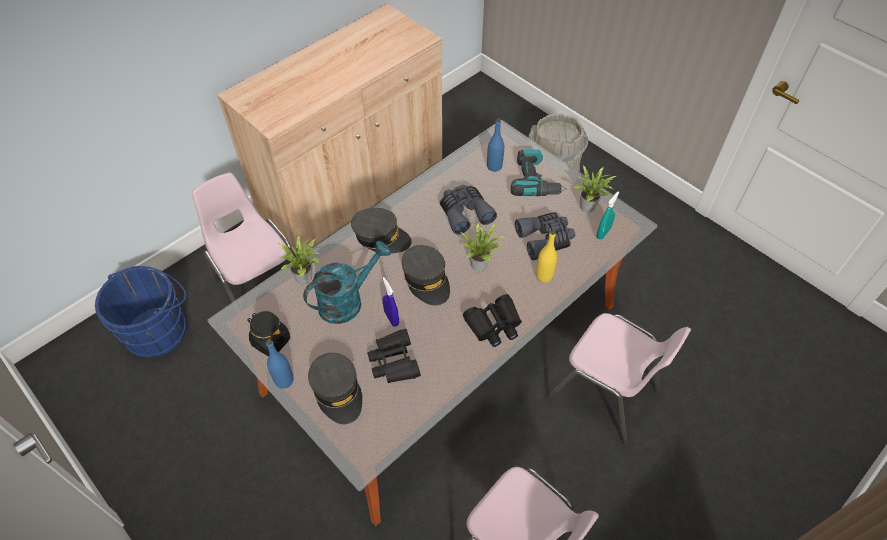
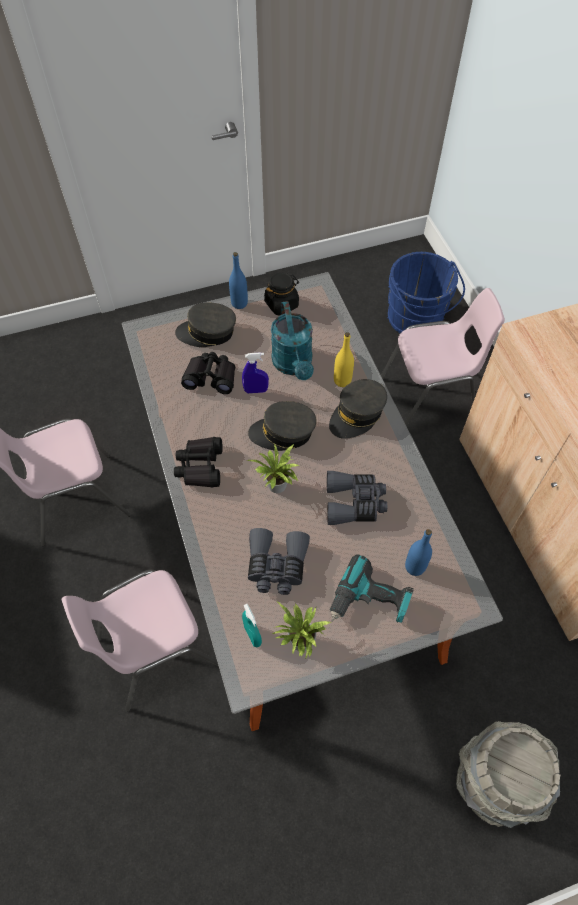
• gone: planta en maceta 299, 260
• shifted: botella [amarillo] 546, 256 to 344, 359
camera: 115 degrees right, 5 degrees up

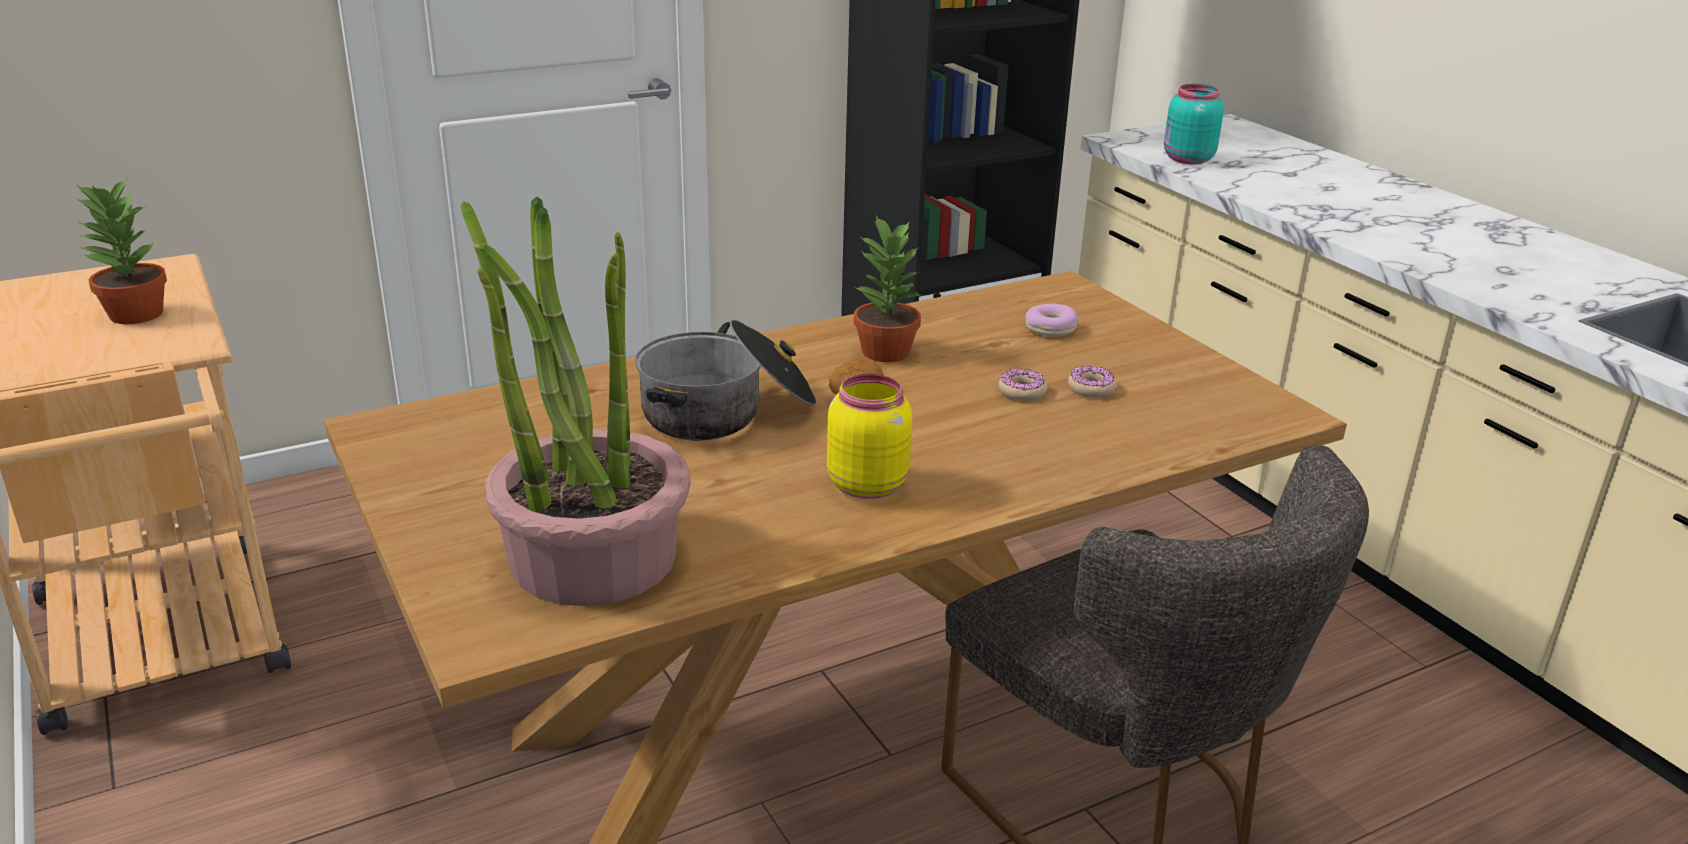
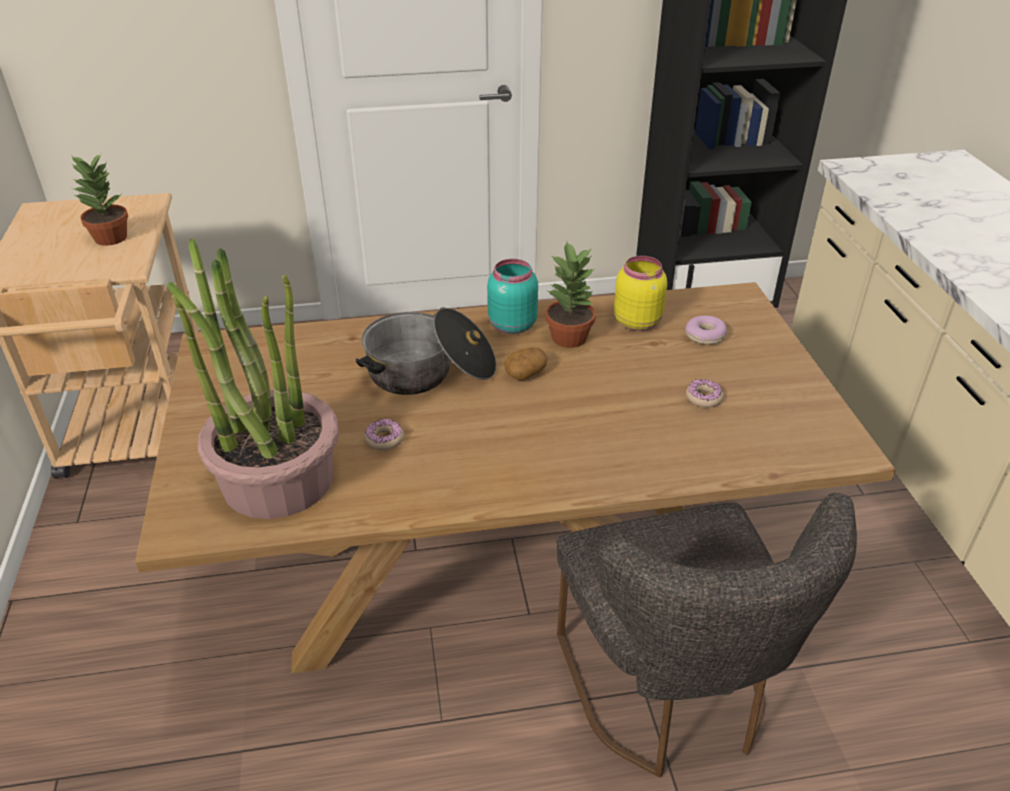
• shifted: tarro [amarillo] 869, 436 to 640, 293
• shifted: rosquilla 1022, 384 to 384, 434
• shifted: tarro [turquesa] 1194, 124 to 512, 296
camera: 20 degrees right, 10 degrees up

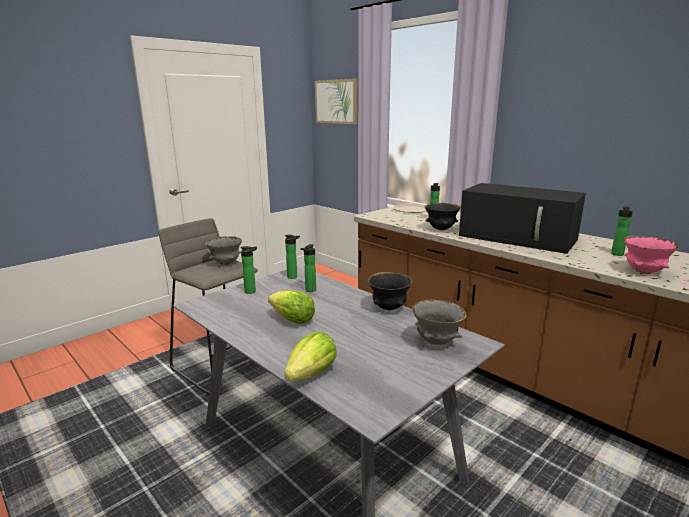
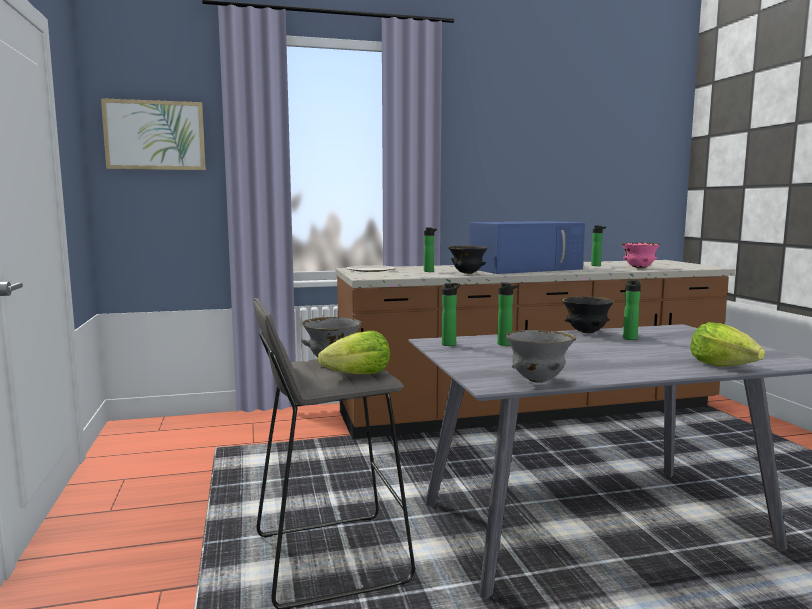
• shifted: botella 248, 270 to 632, 310
• shifted: lechuga 291, 307 to 354, 352
• shifted: cuenco [gris] 439, 322 to 540, 356
• repainted: microondas [negro] 522, 218 to microondas [azul] 527, 247
camera: 60 degrees left, 10 degrees down

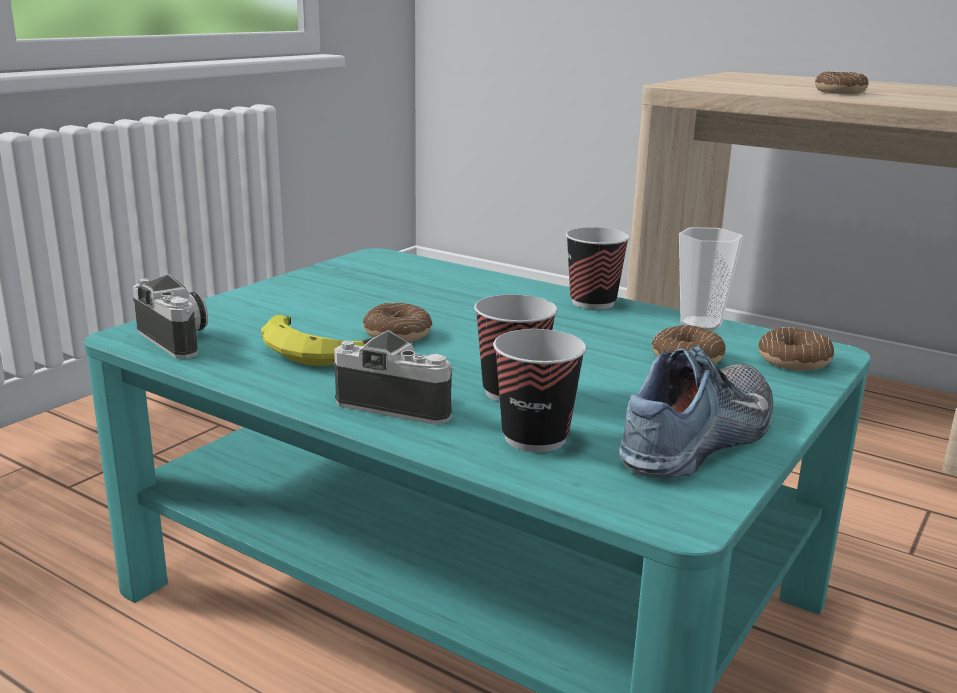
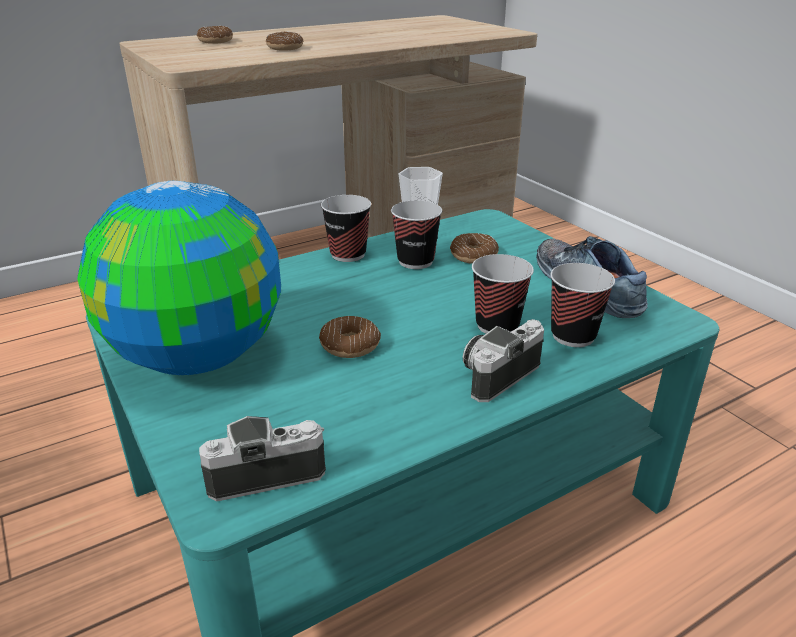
• gone: plátano 317, 340
• shifted: rosquilla 796, 349 to 215, 35
• new: globo terráqueo 179, 278
• new: taza 416, 234
camera: 65 degrees left, 10 degrees up

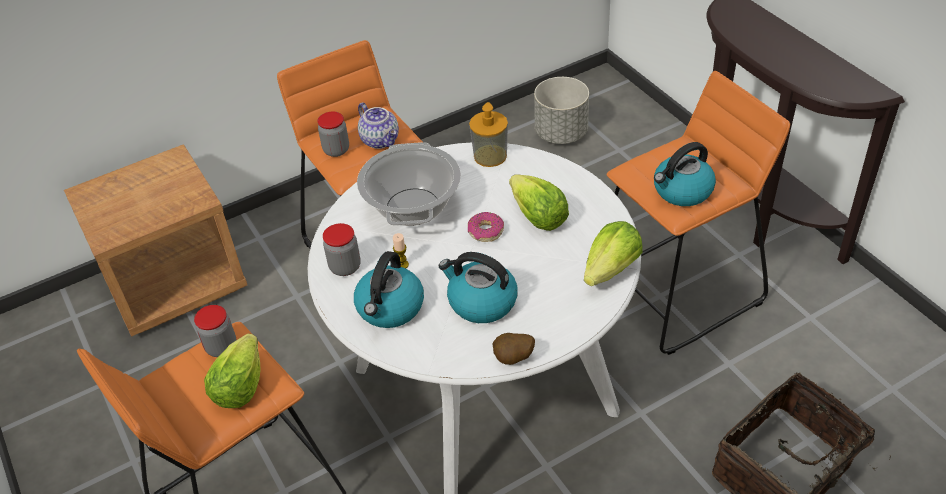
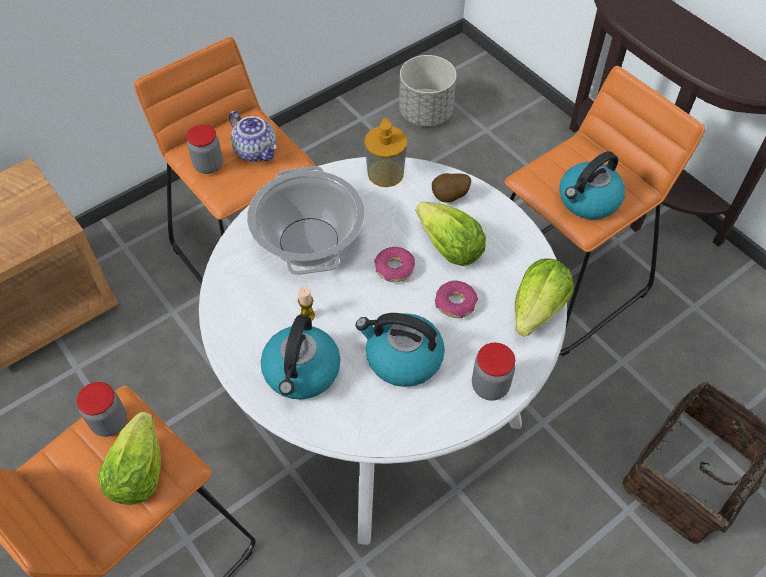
• shifted: tarro 342, 249 to 493, 372
• shifted: patata 513, 349 to 451, 188
• new: rosquilla 456, 299
camera: 10 degrees left, 10 degrees up

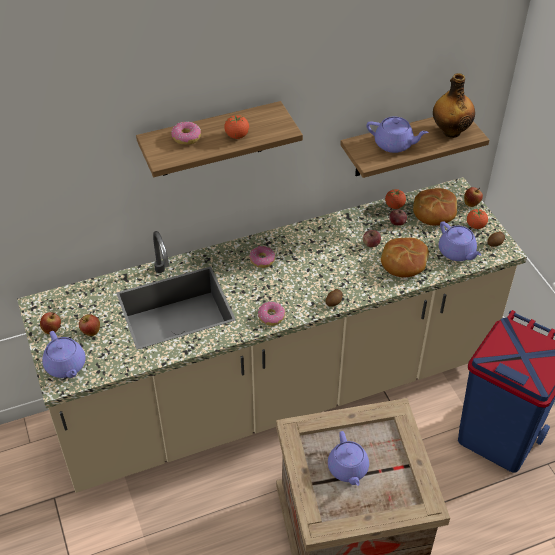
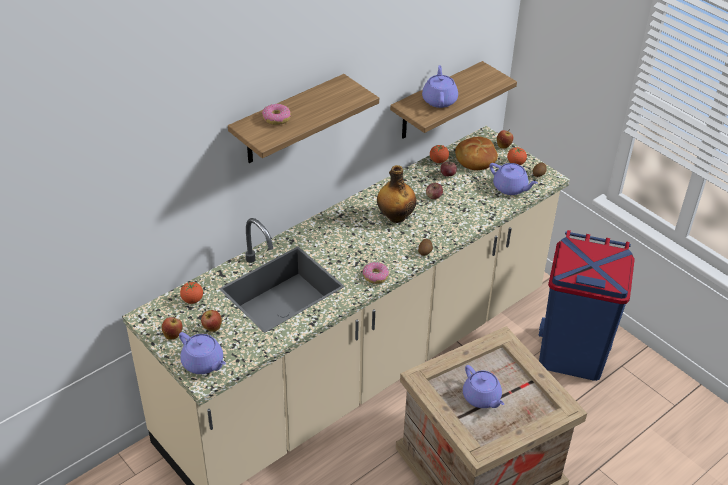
• shifted: tomate 236, 127 to 191, 293
• gone: rosquilla 262, 257
• rotated: tetera [morado] 397, 135 = 440, 86 90 degrees counterclockwise
• gone: pan 405, 257
• shifted: botella 454, 105 to 396, 194
camera: 20 degrees left, 5 degrees down

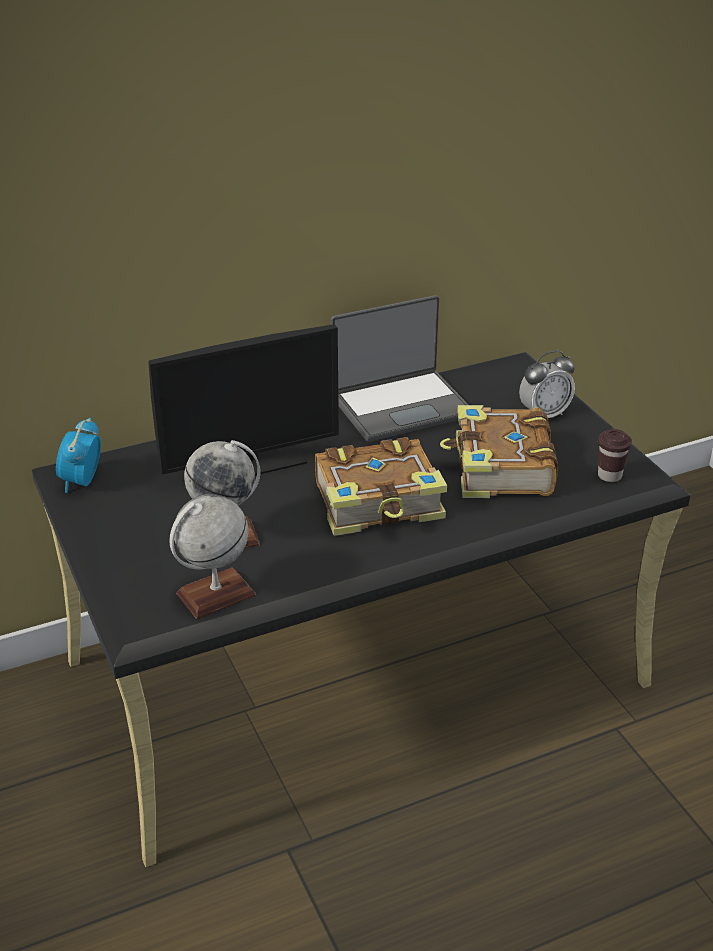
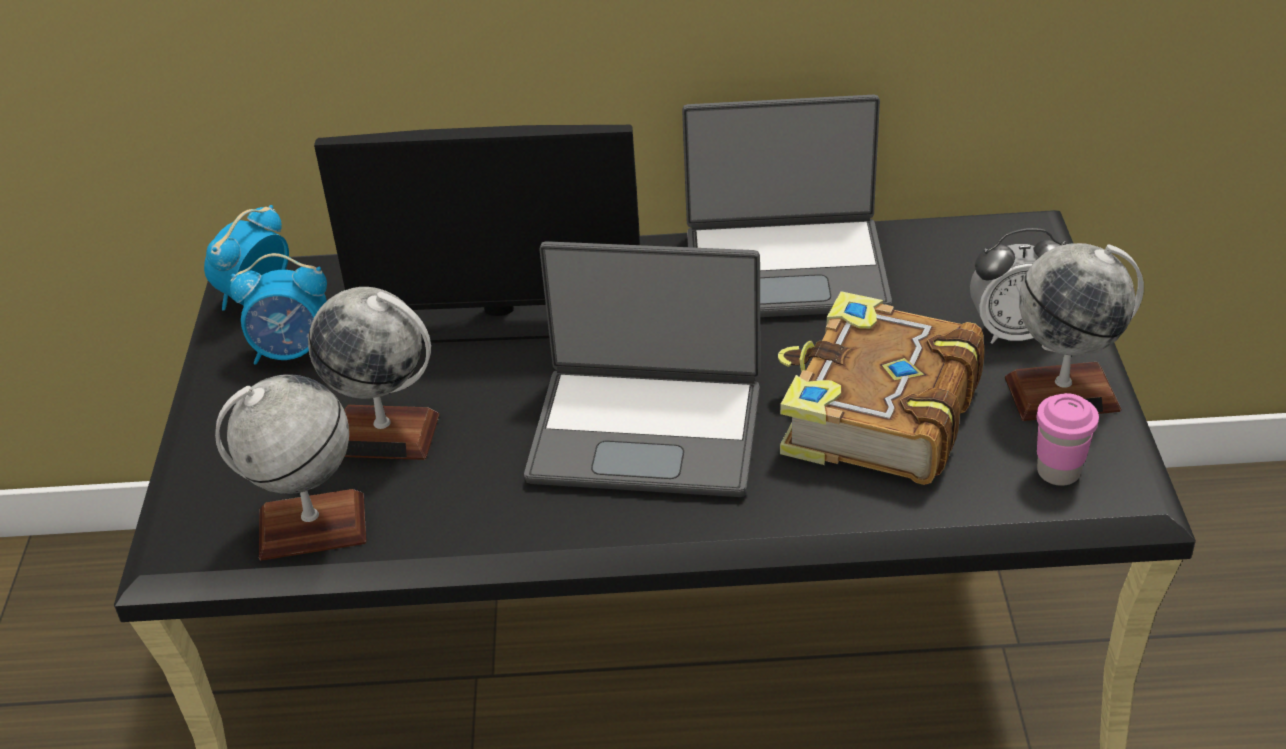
• swapped: libro 381, 486 to portátil 642, 369
• repainted: taza [marrón] 615, 455 to taza [rosa] 1068, 439
• new: despertador 278, 309
• new: globo terráqueo 1074, 332
camera: 25 degrees right, 5 degrees up

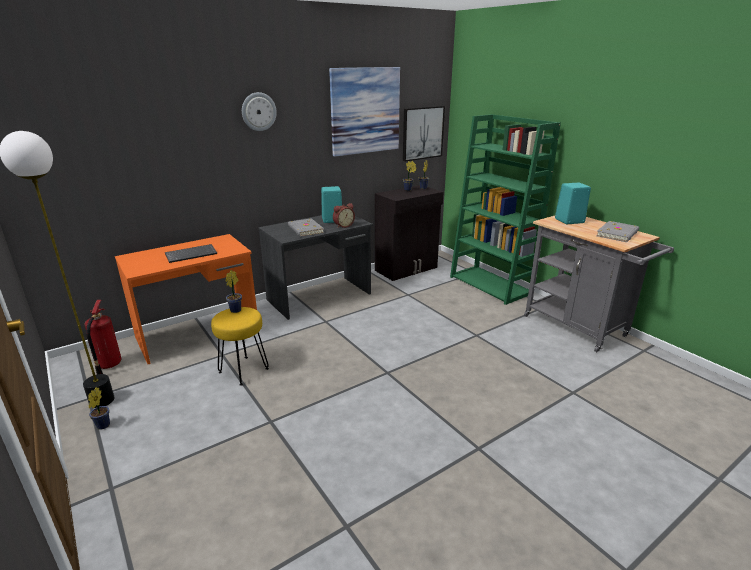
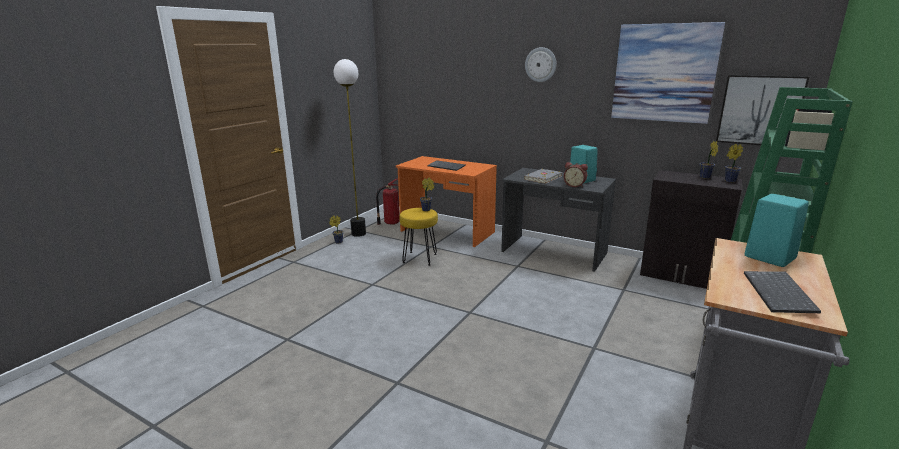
• swapped: libro [gris] 617, 231 to teclado 782, 292
camera: 65 degrees right, 5 degrees down

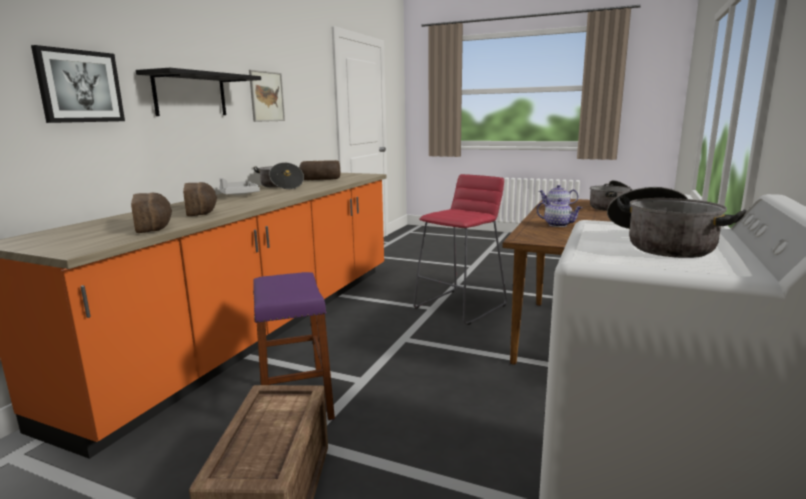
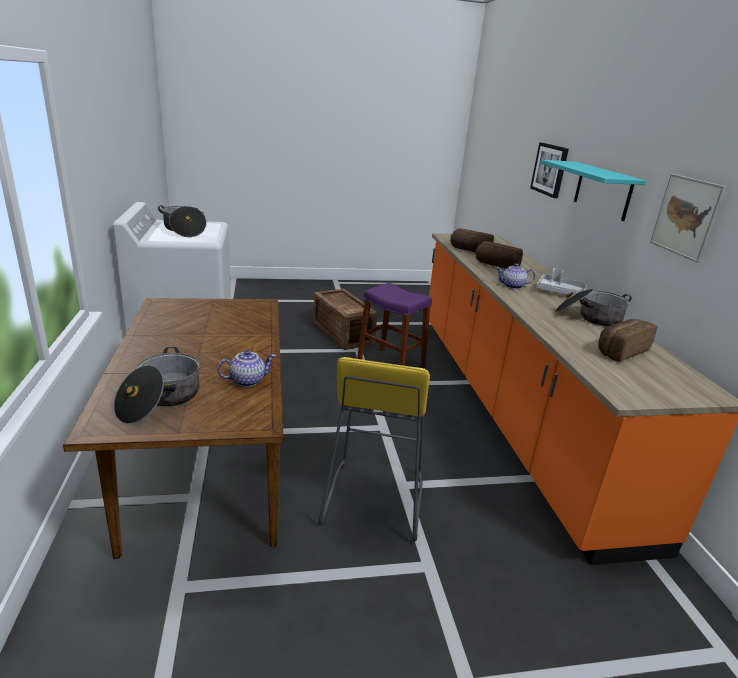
• repainted: estante [negro] 198, 92 to estante [turquesa] 593, 190
• repainted: taburete [rojo] 460, 249 to taburete [amarillo] 374, 449
• shifted: tetera 560, 212 to 515, 276
camera: 145 degrees right, 10 degrees up

